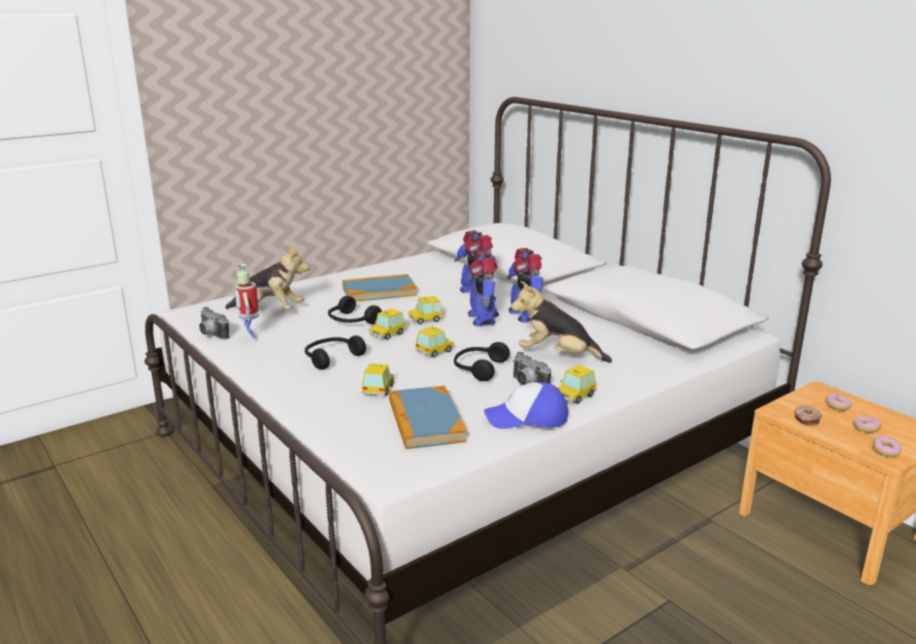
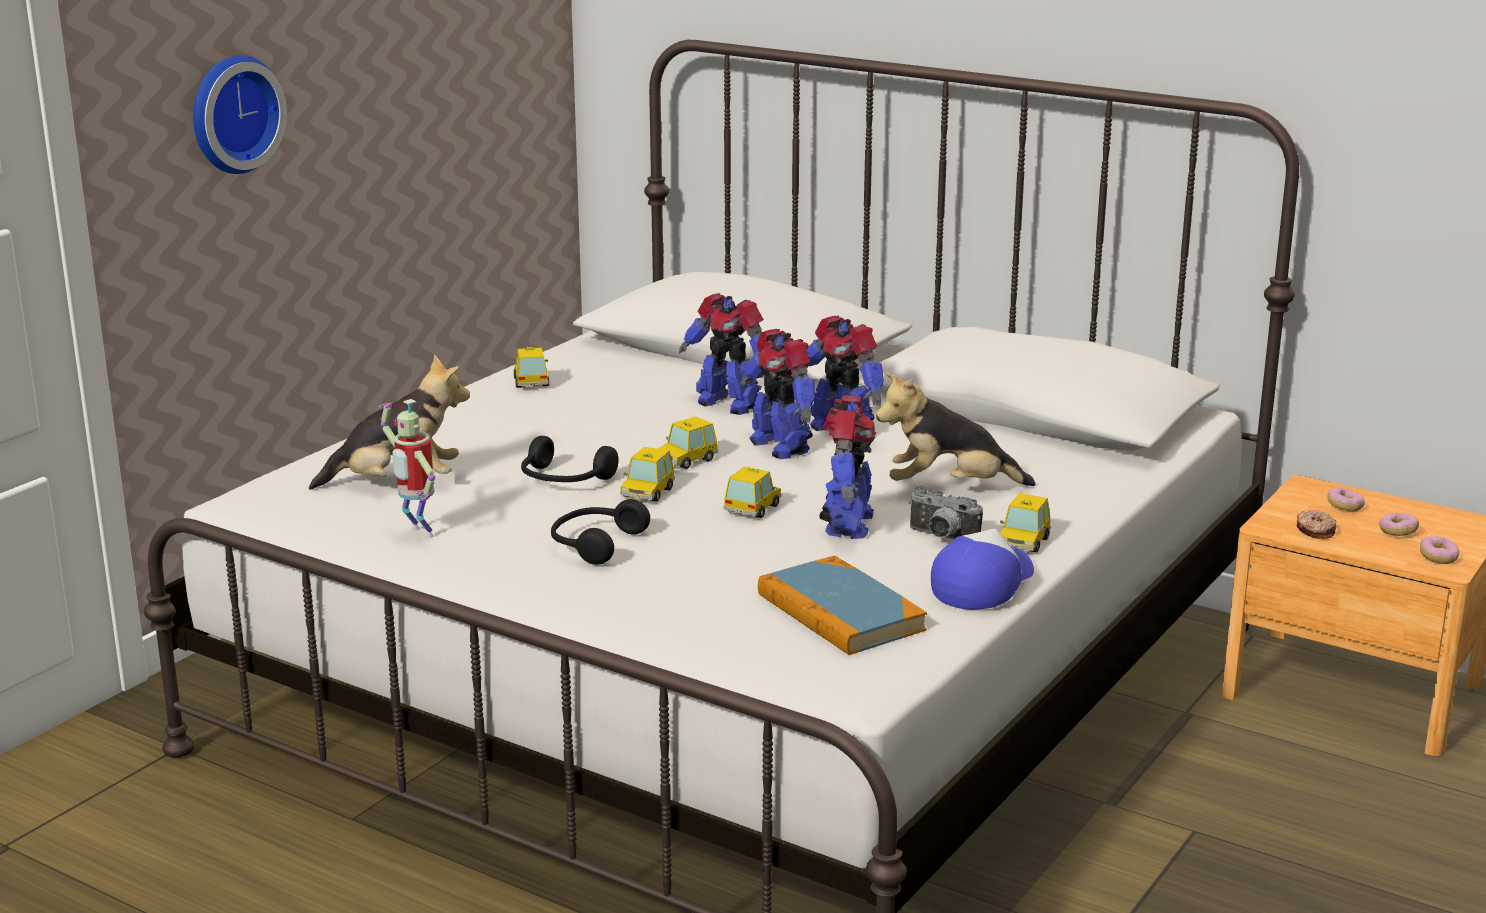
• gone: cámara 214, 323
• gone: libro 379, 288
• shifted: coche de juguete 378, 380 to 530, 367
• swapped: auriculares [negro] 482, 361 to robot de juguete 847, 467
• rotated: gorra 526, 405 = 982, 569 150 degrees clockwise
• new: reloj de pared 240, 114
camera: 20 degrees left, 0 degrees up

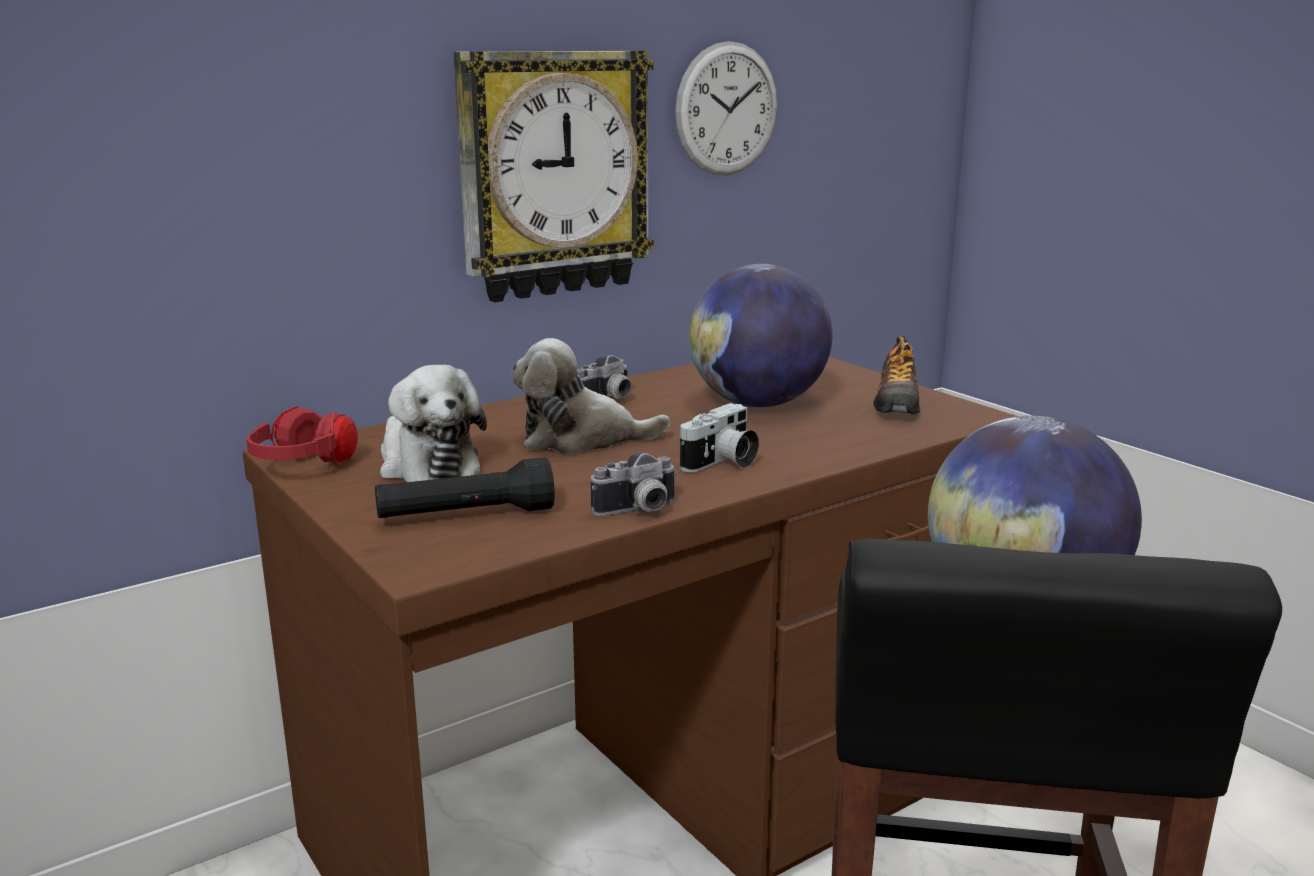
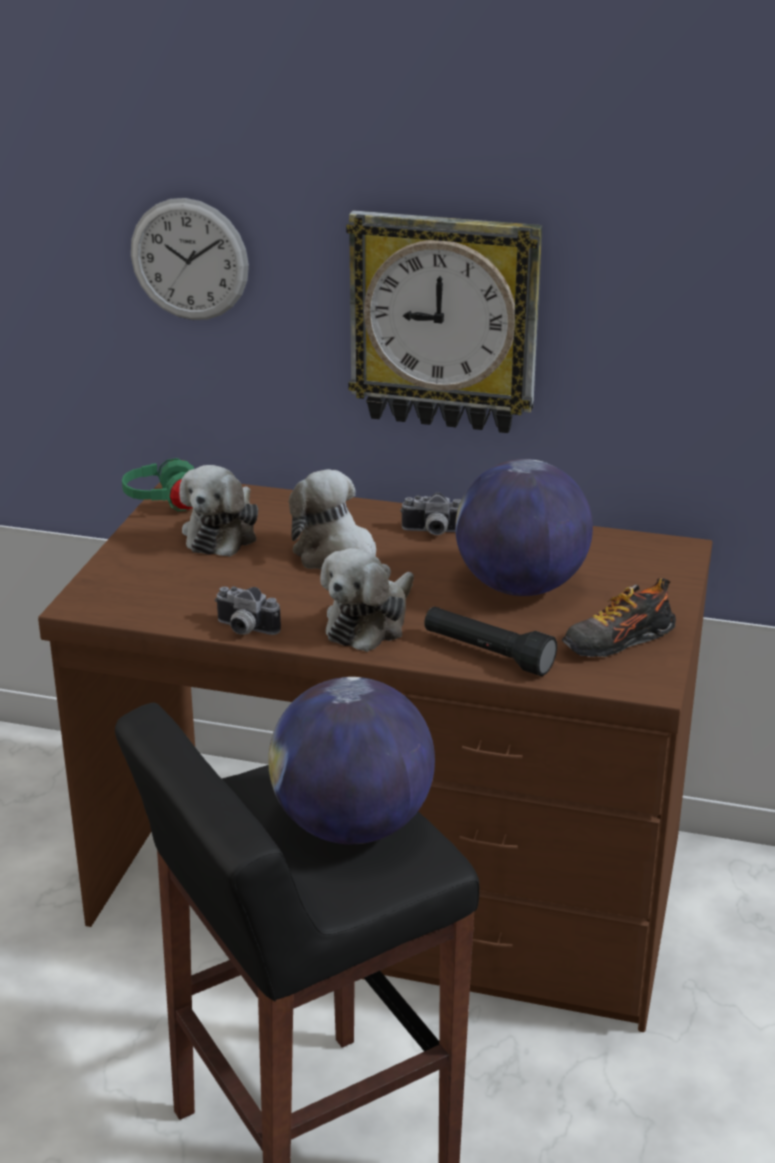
• repainted: auriculares [rojo] 302, 436 to auriculares [verde] 158, 484
• shifted: linterna [negro] 465, 487 to 490, 641
• shifted: reloj de pared 726, 108 to 190, 259
• swapped: cámara 719, 437 to peluche 367, 600
camera: 50 degrees right, 10 degrees up

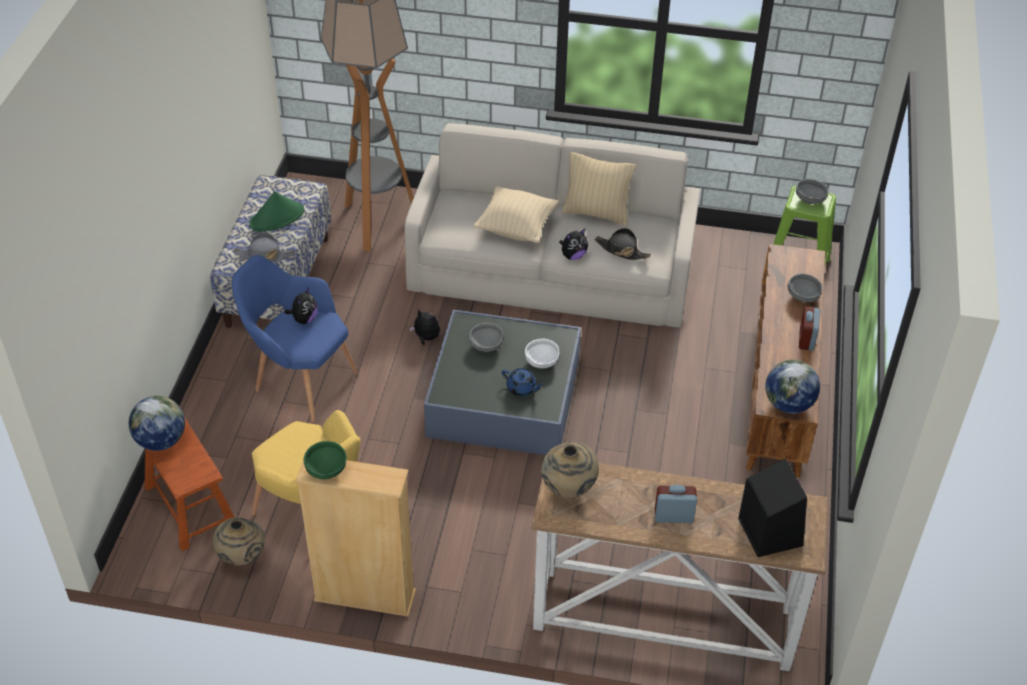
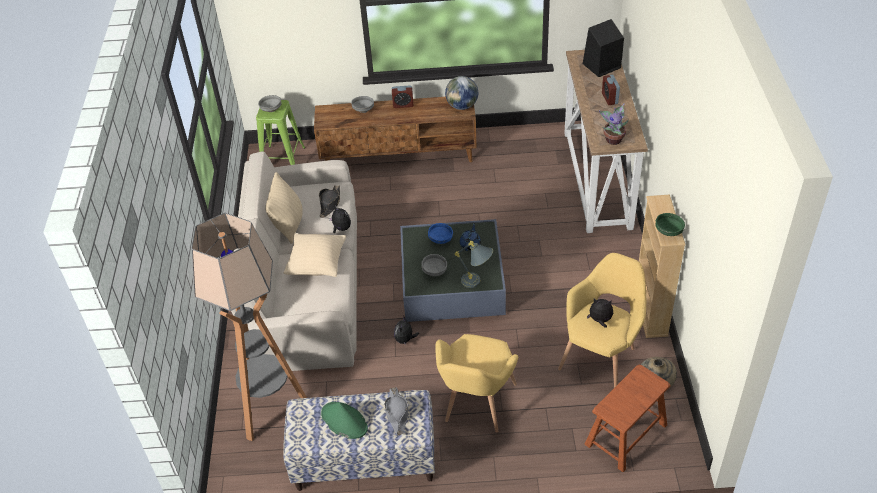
• gone: globo terráqueo 157, 423
• repainted: sillón [azul] 295, 338 to sillón [amarillo] 476, 383
• shifted: peluche 301, 305 to 600, 313
• repainted: cuenco [blanco] 542, 353 to cuenco [azul] 440, 233
• swapped: florero [beis] 570, 470 to planta en maceta 614, 124
• new: lámpara de mesa [gris] 474, 264
camera: 100 degrees left, 0 degrees up

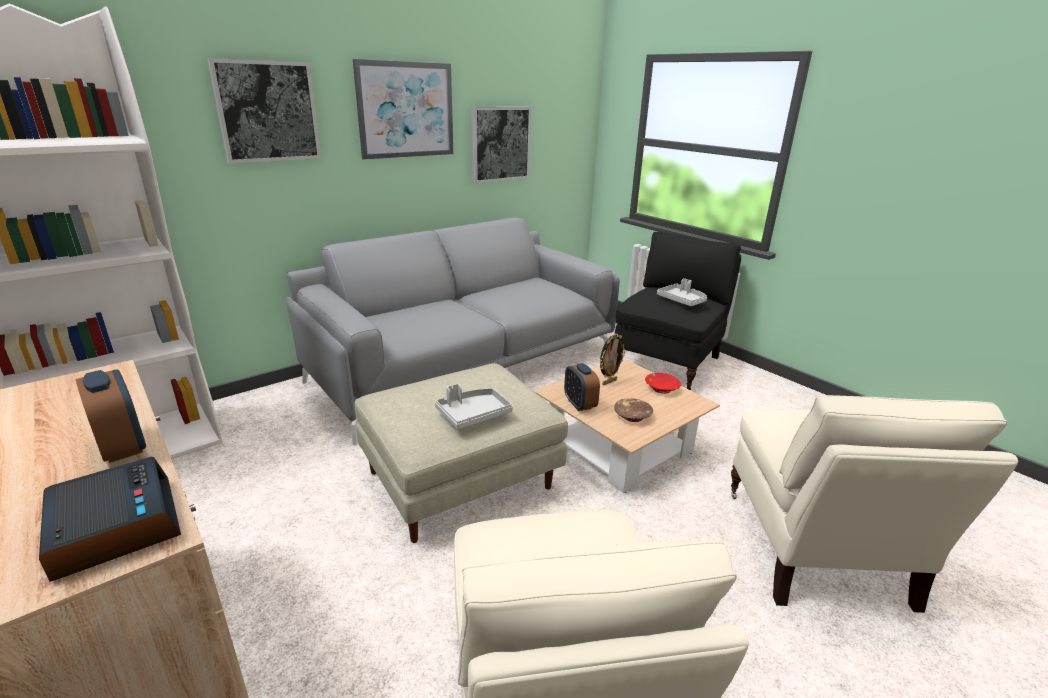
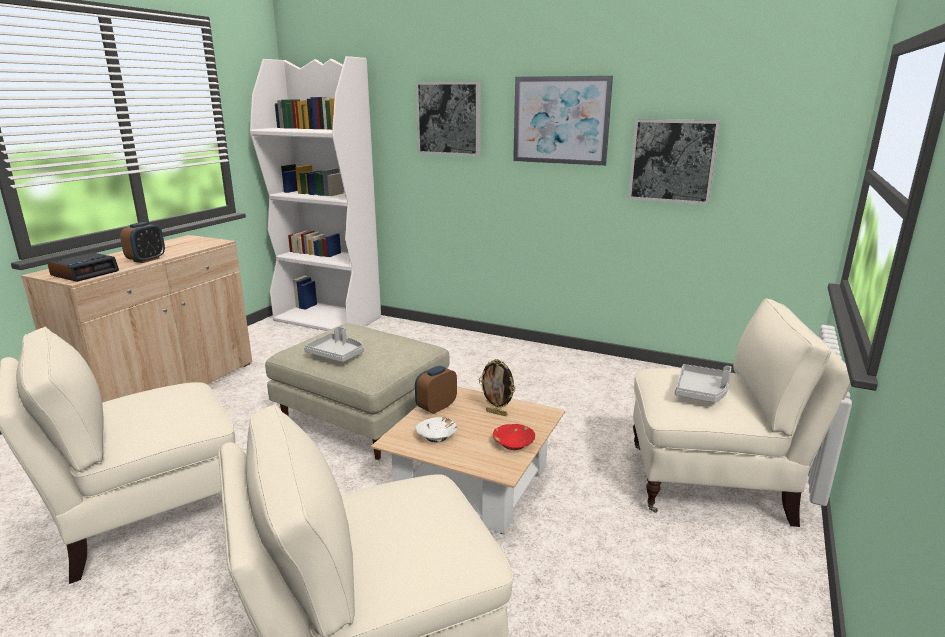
• gone: sofá [gris] 453, 331
• repainted: cuenco [marrón] 633, 410 to cuenco [blanco] 436, 429
• repainted: sillón [negro] 678, 311 to sillón [beis] 742, 412
camera: 65 degrees right, 5 degrees down

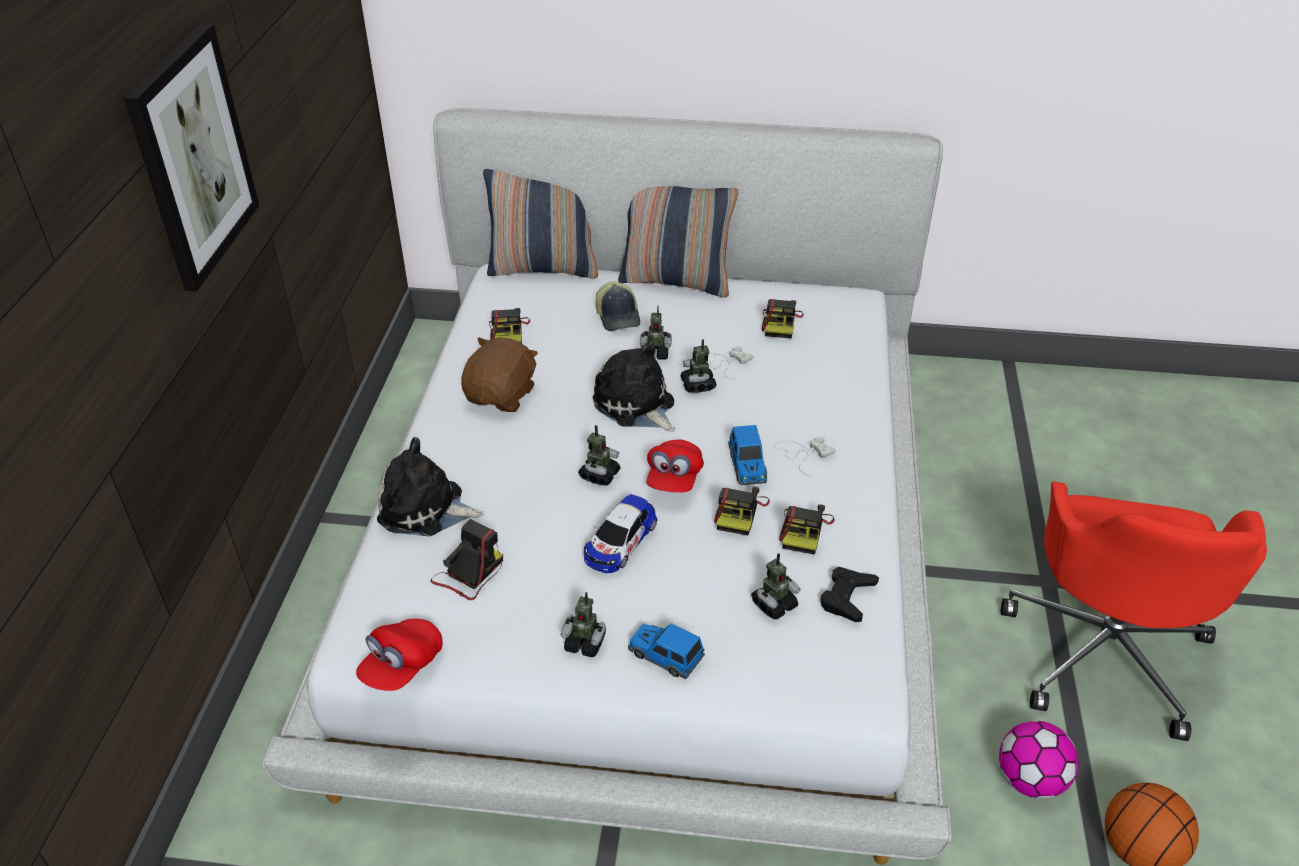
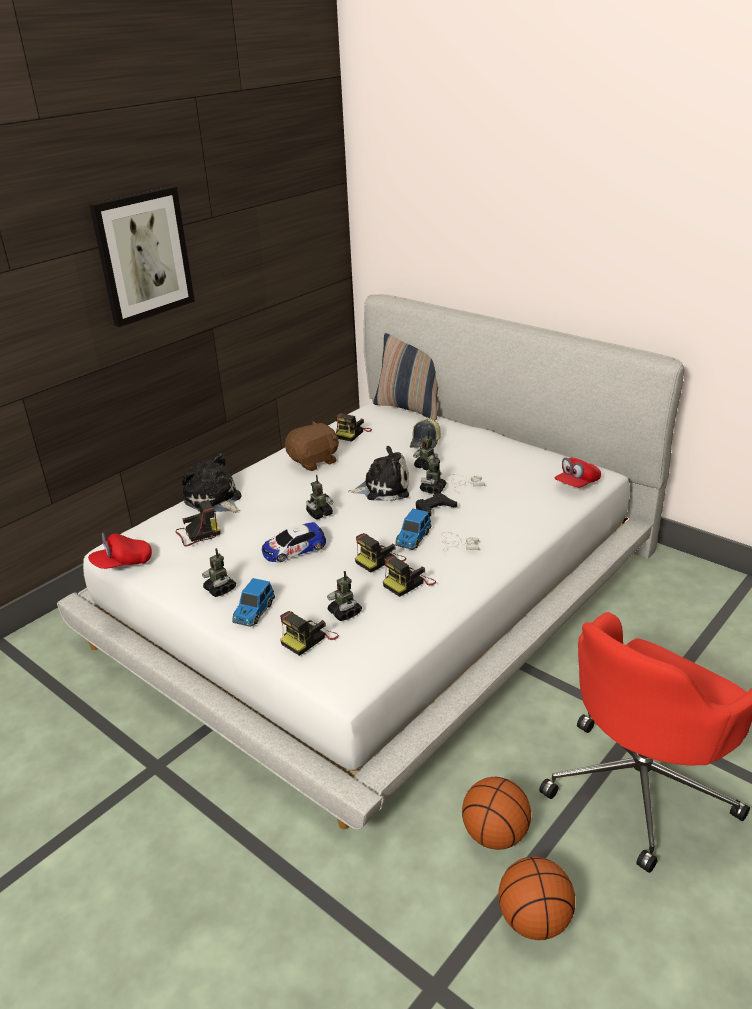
• rotated: peluche 634, 386 = 378, 473 90 degrees clockwise
• gone: cojín 678, 241
• rotated: coche de juguete 666, 651 = 253, 602 135 degrees counterclockwise
• shifted: gorra [rojo] 675, 466 to 578, 472
• rotated: robot de juguete 776, 586 = 344, 596 60 degrees clockwise
• shifted: cámara 783, 319 to 309, 633
• shifted: mando de consola [negro] 849, 594 to 436, 504
• swapped: balón de fútbol 1039, 760 to balón de baloncesto 496, 813
camera: 35 degrees right, 10 degrees down

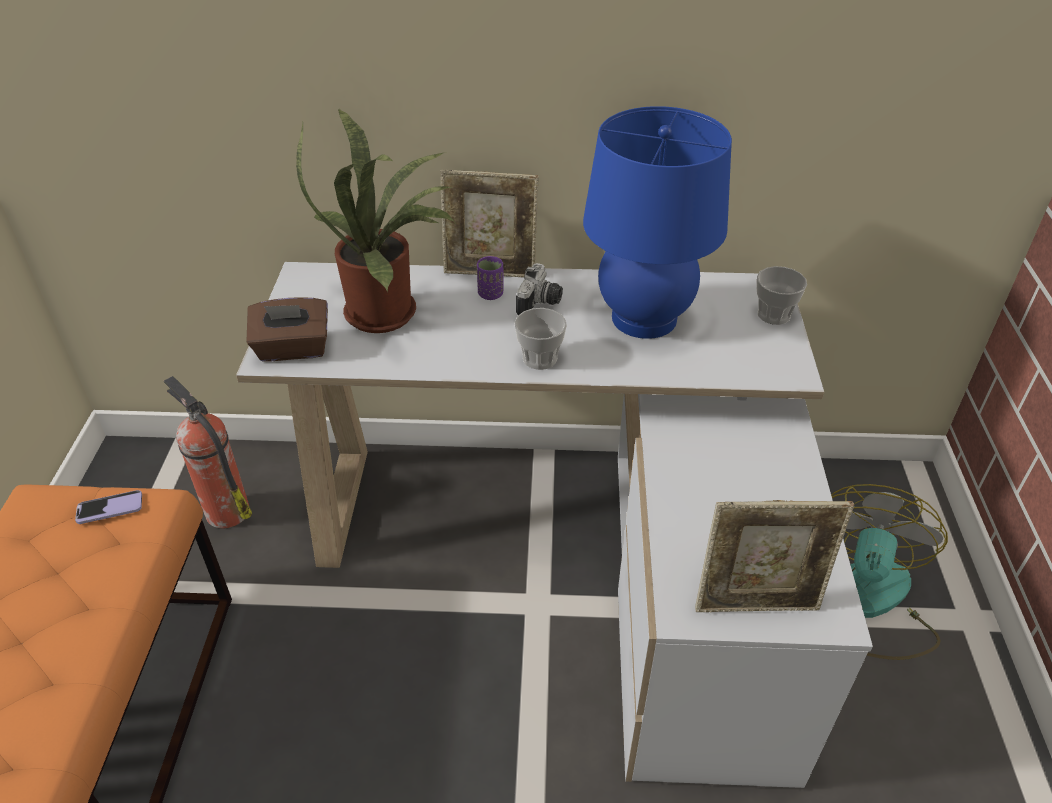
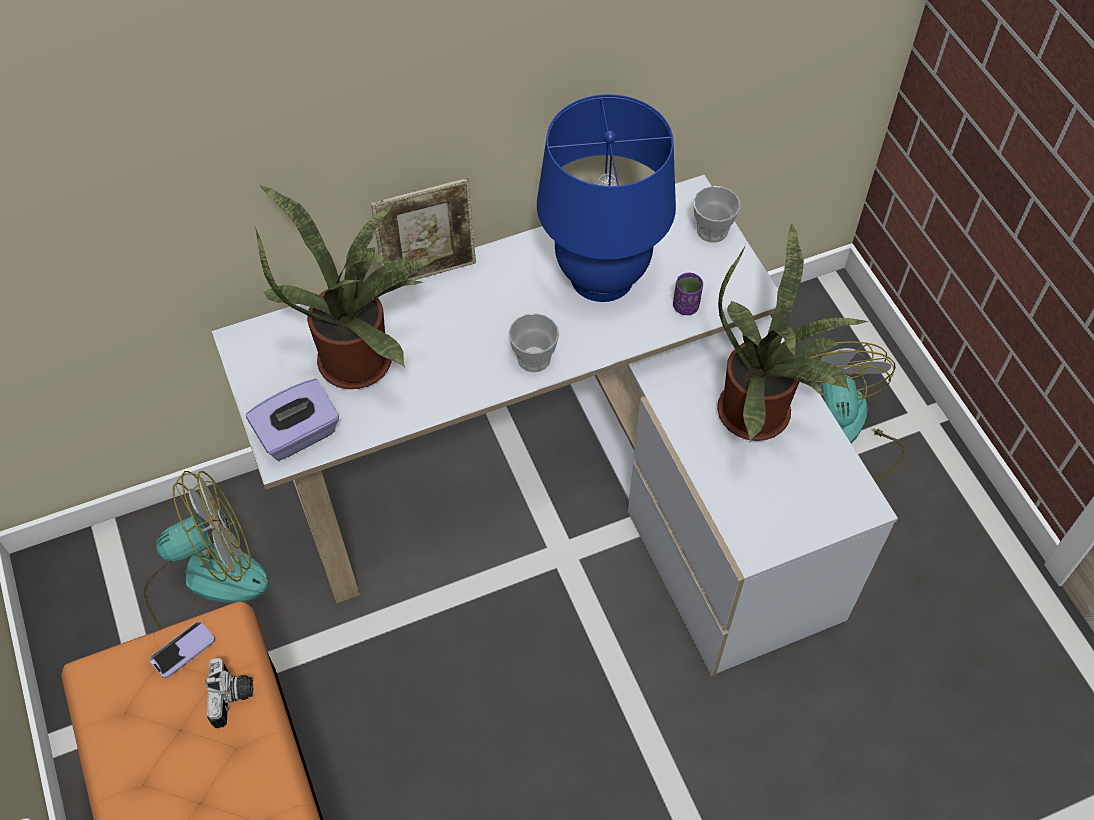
• swapped: extintor 208, 452 to ventilador 206, 550
• repainted: caja de pañuelos [marrón] 287, 329 to caja de pañuelos [morado] 292, 420
• shifted: taza [morado] 490, 278 to 688, 293
• shifted: cámara 539, 289 to 229, 693
• gone: portarretratos 774, 556
• new: planta en maceta 792, 332
camera: 25 degrees left, 15 degrees up

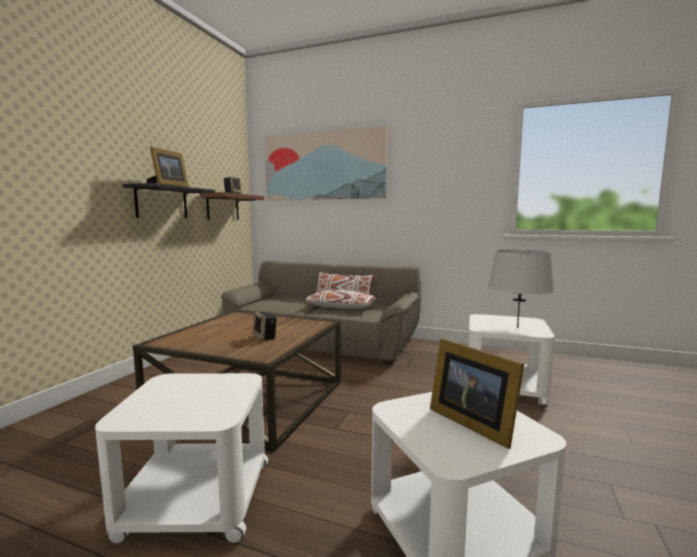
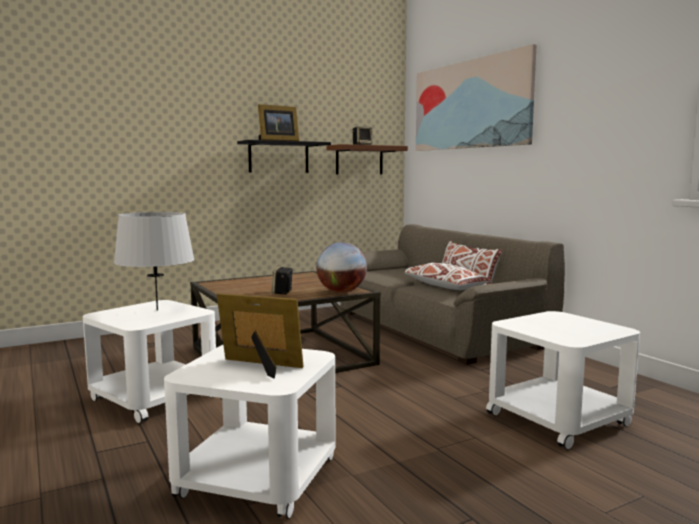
• rotated: portarretratos 477, 393 = 260, 335 105 degrees clockwise
• shifted: lámpara de mesa [gris] 521, 288 to 154, 261
• new: globo terráqueo 341, 267
camera: 40 degrees right, 0 degrees up

